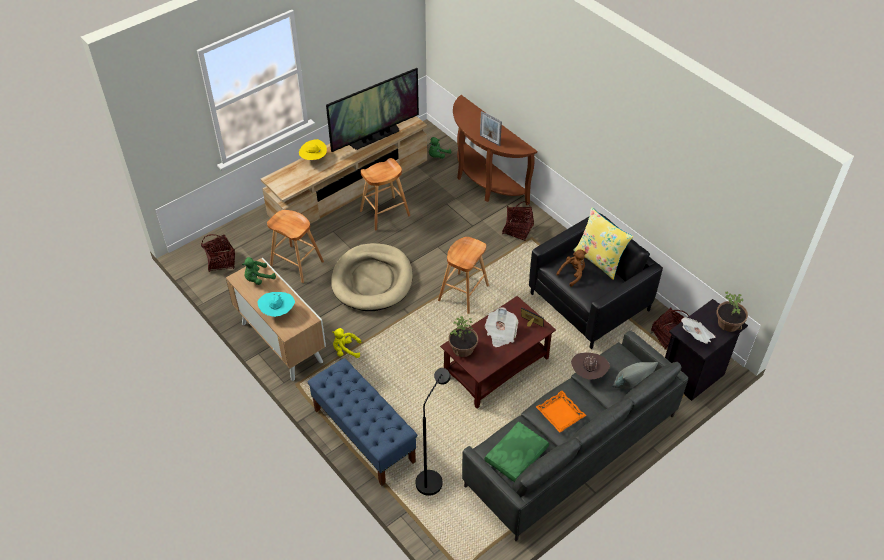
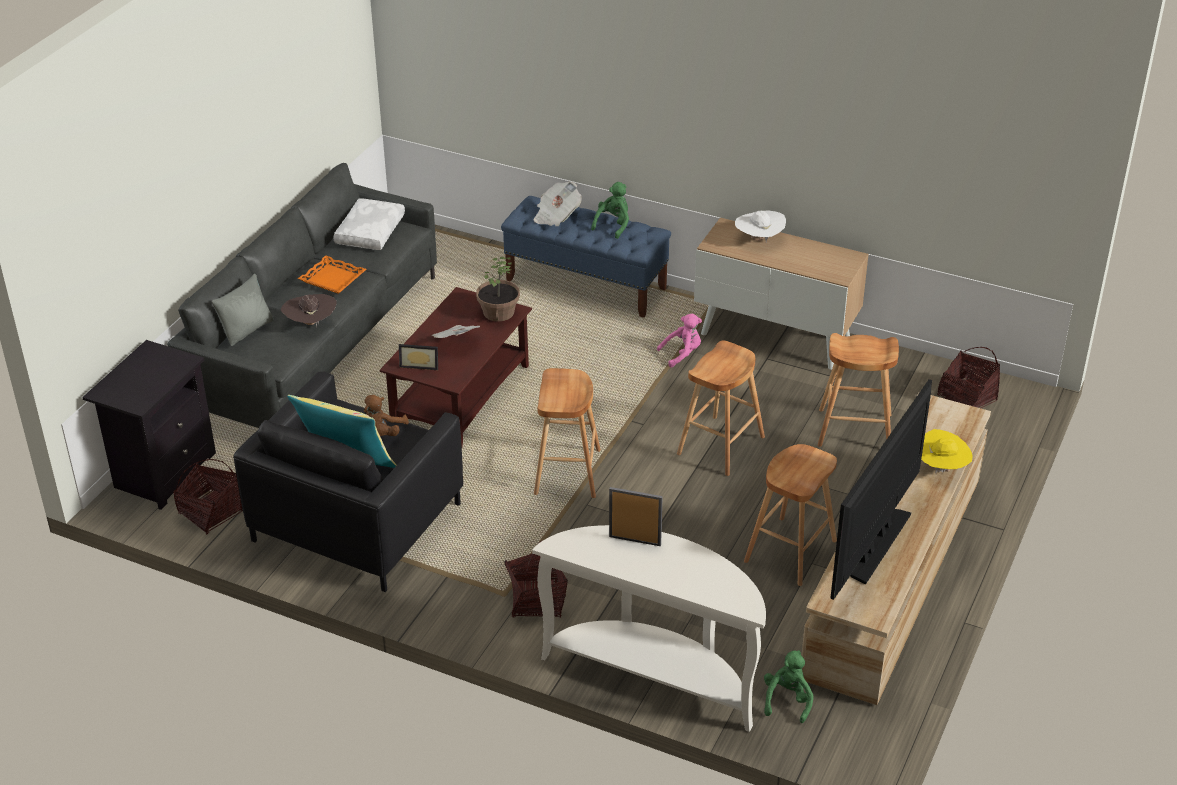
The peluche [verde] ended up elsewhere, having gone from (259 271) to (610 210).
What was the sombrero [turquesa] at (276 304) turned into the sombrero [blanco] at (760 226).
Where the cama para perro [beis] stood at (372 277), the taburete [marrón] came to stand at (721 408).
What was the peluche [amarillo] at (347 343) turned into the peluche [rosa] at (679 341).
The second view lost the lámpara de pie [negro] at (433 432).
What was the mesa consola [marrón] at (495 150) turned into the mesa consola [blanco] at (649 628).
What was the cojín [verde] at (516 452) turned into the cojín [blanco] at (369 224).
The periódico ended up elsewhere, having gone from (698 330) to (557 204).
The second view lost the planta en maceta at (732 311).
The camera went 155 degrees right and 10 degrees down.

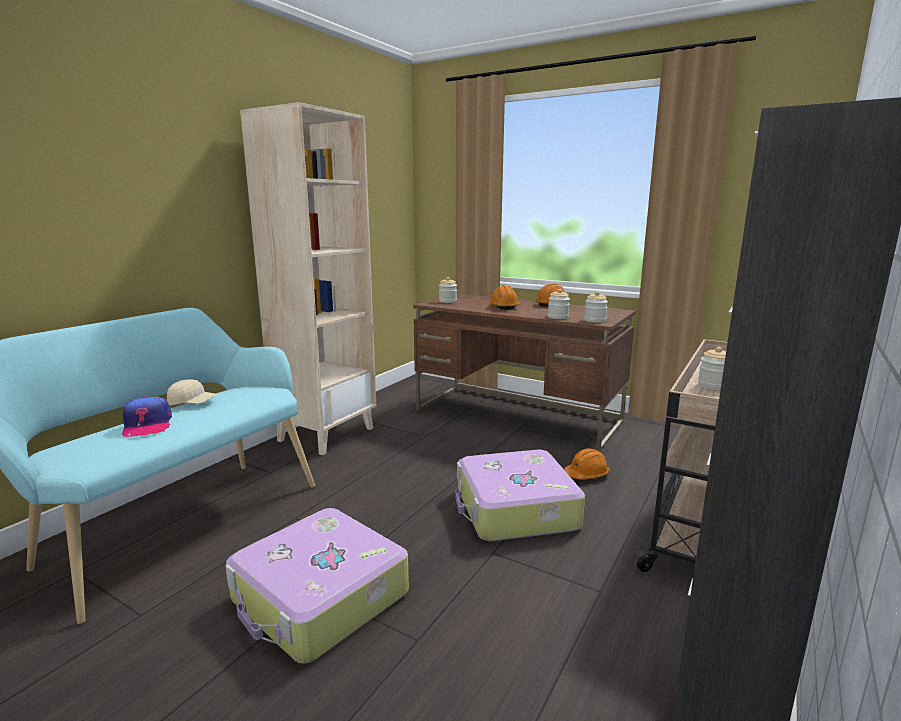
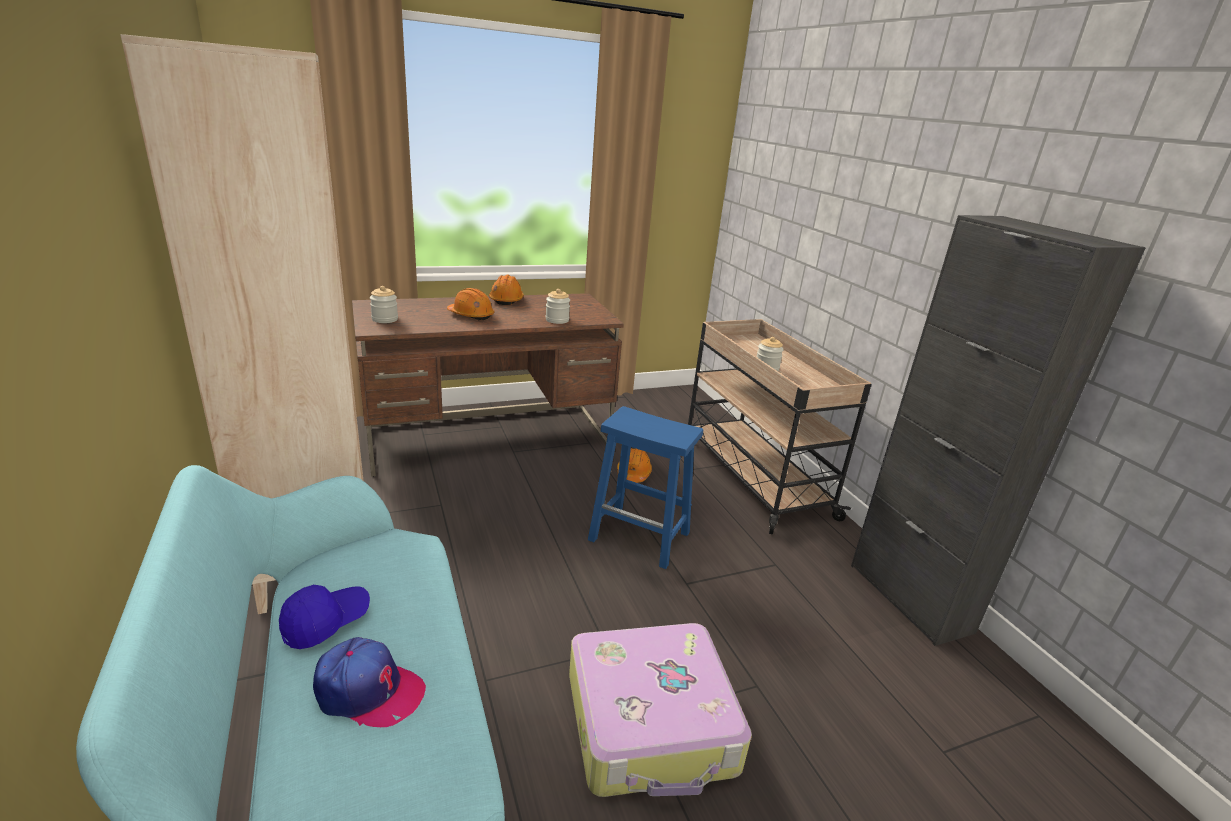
What was the gorra [beis] at (192 392) turned into the gorra [azul] at (324 617).
Where the maleta stood at (520 495), the taburete [azul] came to stand at (645 487).
The second view lost the tarro at (596 306).
The camera went 55 degrees left and 10 degrees up.

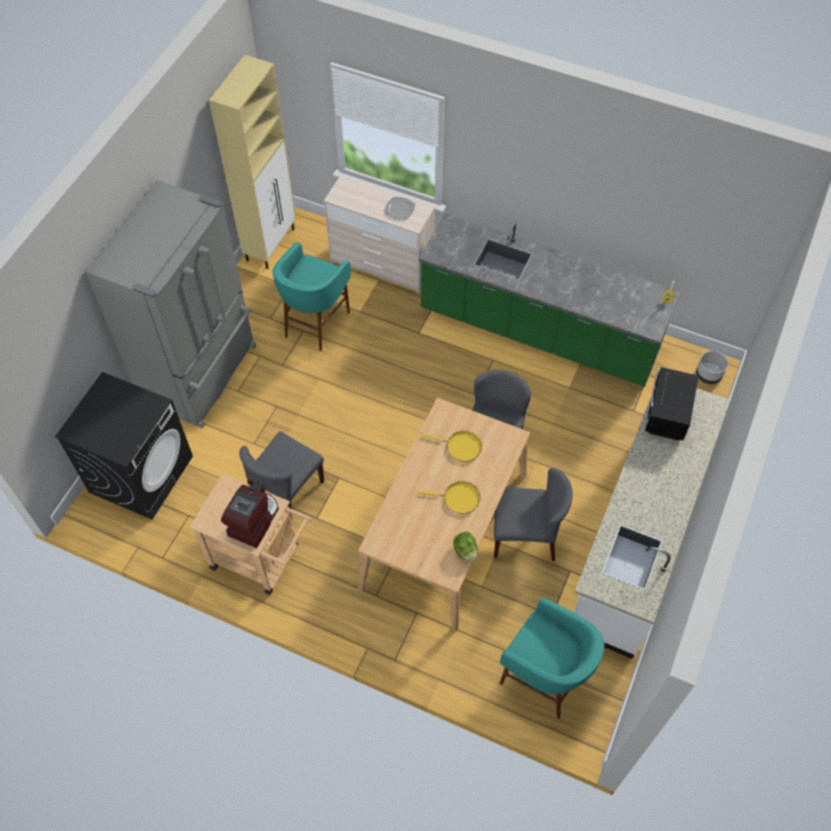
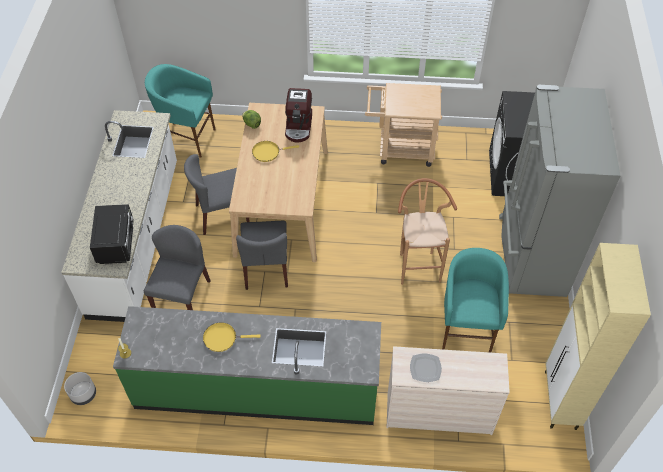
The cafetera ended up elsewhere, having gone from (250 514) to (298 115).
The silla [gris] ended up elsewhere, having gone from (281 475) to (177 267).
The sartén [amarillo] ended up elsewhere, having gone from (452 446) to (232 337).
The second view gained the taburete [marrón] at (427 231).
The camera went 160 degrees right and 5 degrees down.

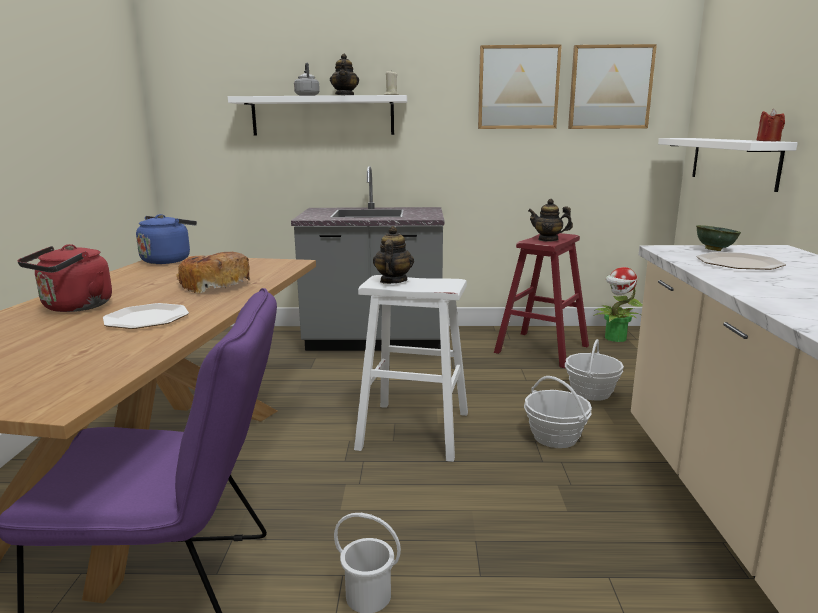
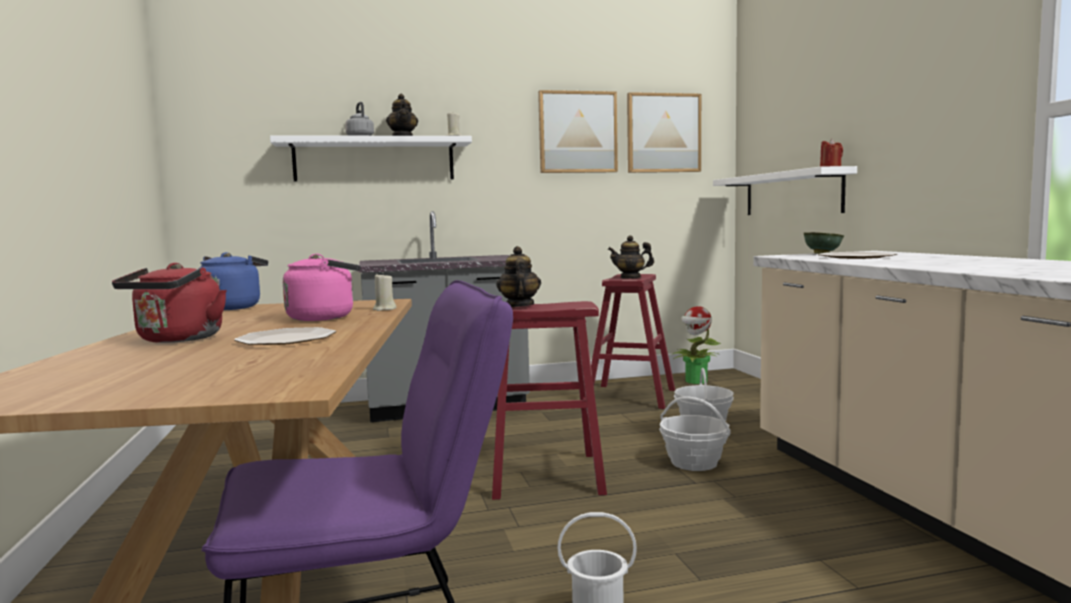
Where the pan stood at (213 272), the hervidor [rosa] came to stand at (322 287).
What was the taburete [blanco] at (411 368) turned into the taburete [rojo] at (549 400).
The second view gained the vela [beis] at (384 291).
The camera went 15 degrees left and 10 degrees down.

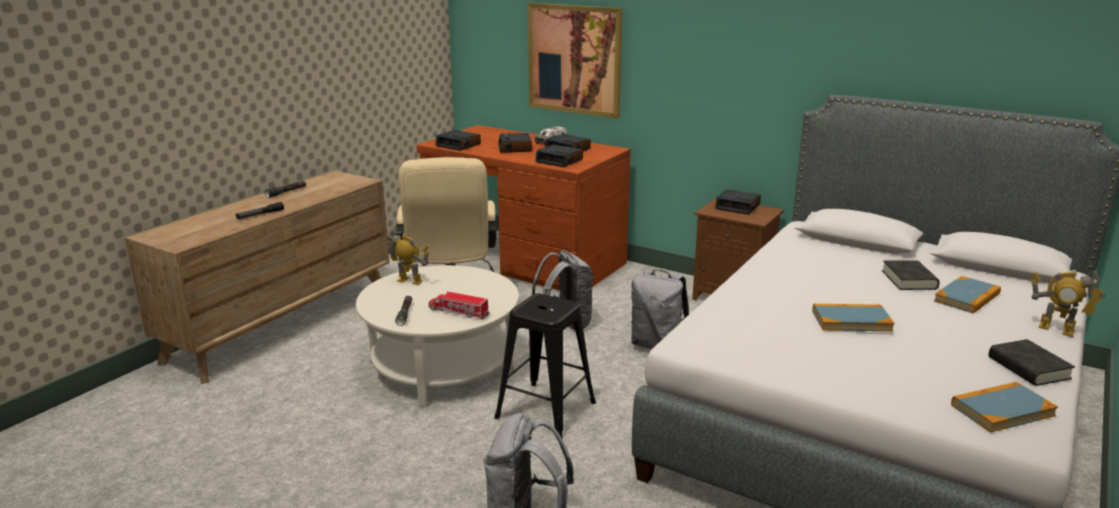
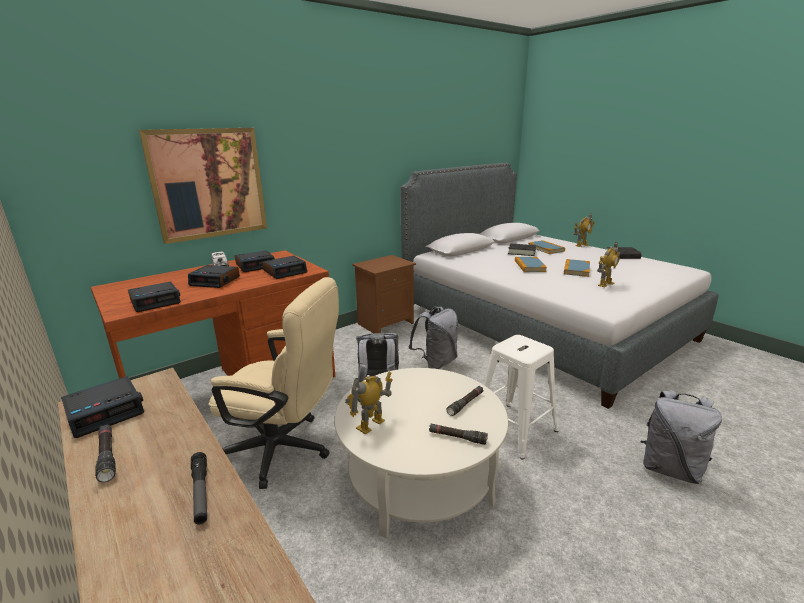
Where the camión de juguete stood at (459 305), the linterna [negro] came to stand at (465 401).
What was the taburete [negro] at (545 365) turned into the taburete [blanco] at (521 397).
The despertador ended up elsewhere, having gone from (738 202) to (102 407).
The libro ended up elsewhere, having gone from (1004 407) to (531 264).
The second view gained the robot de juguete at (608 264).
The camera went 70 degrees left and 0 degrees up.

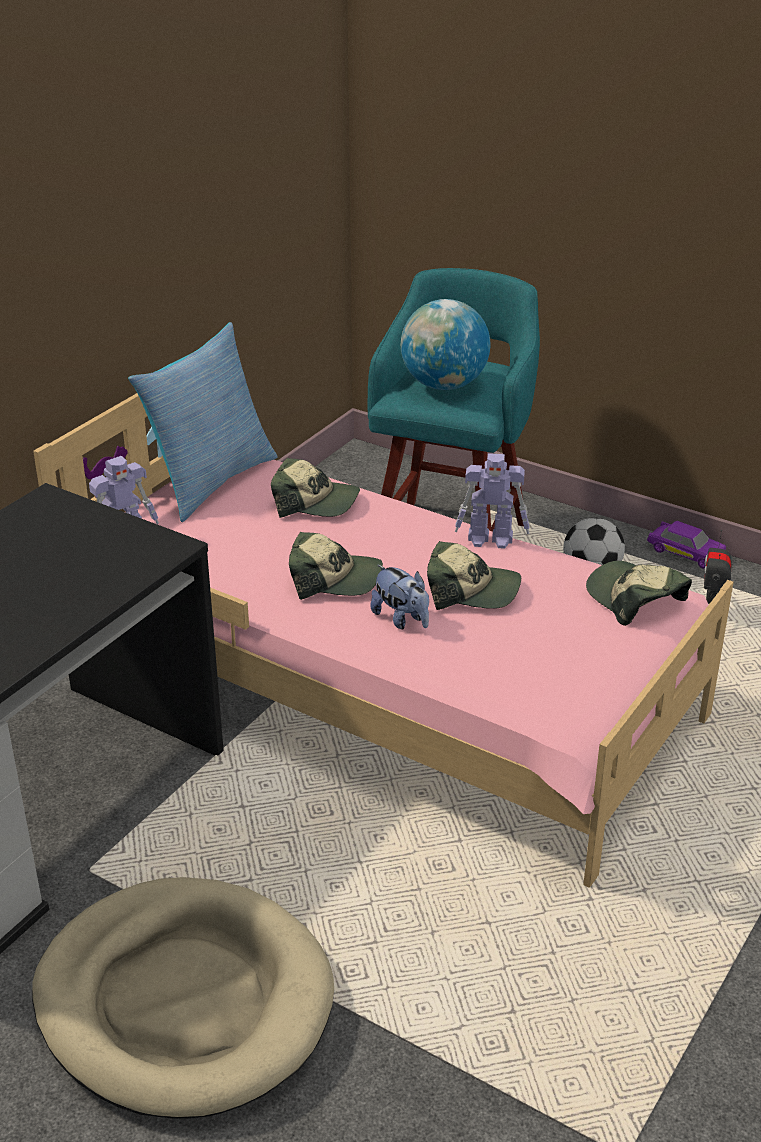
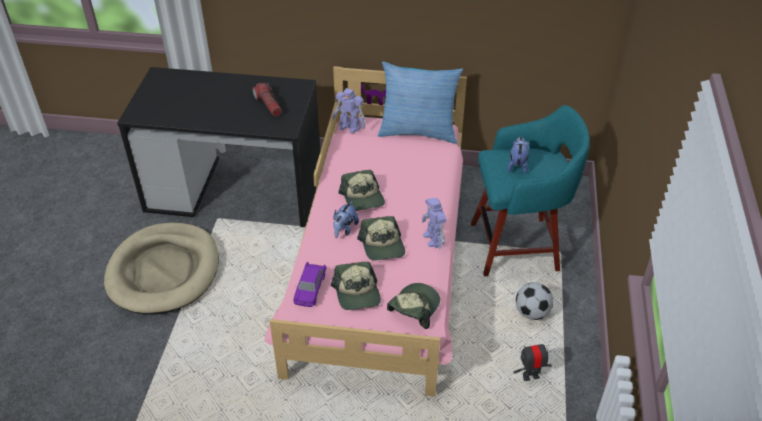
The gorra ended up elsewhere, having gone from (315 488) to (356 286).
Where the globo terráqueo stood at (445 344), the peluche came to stand at (518 155).
The coche de juguete [morado] ended up elsewhere, having gone from (686 545) to (310 284).
The second view gained the linterna at (267 99).
The camera went 65 degrees right and 10 degrees up.

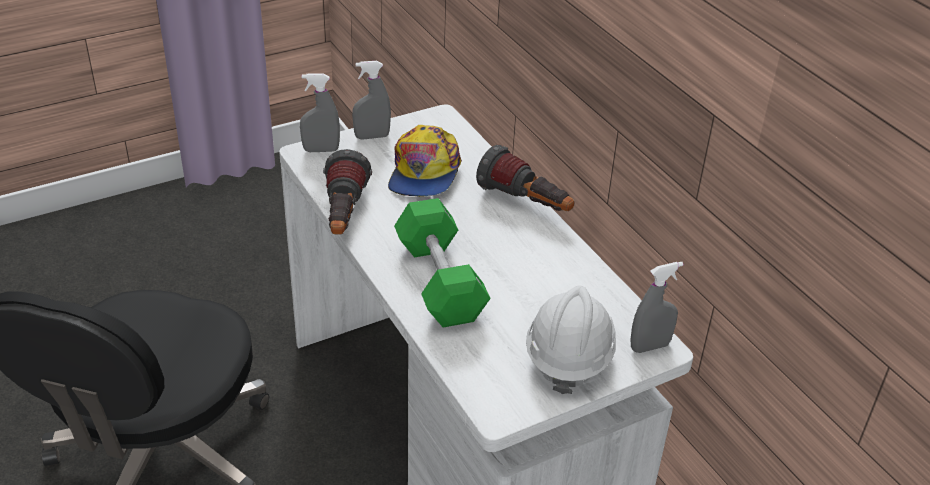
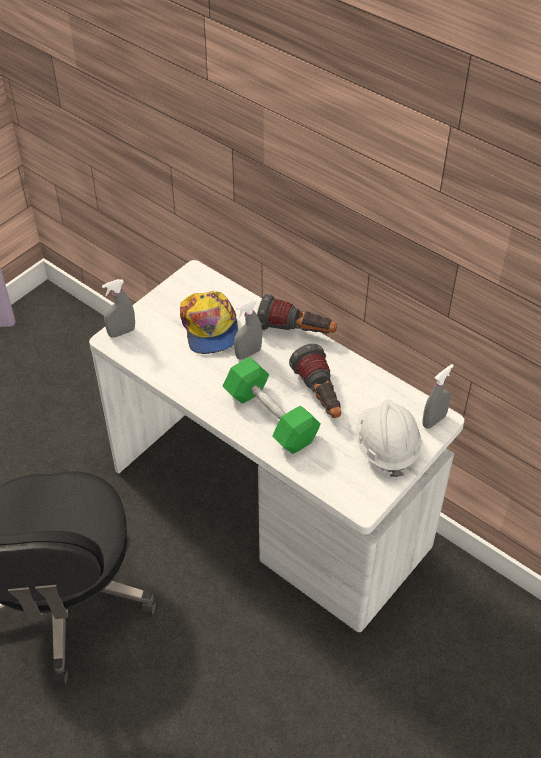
The linterna ended up elsewhere, having gone from (347 192) to (315 381).
The pulverizador [gris] ended up elsewhere, having gone from (371 100) to (248 329).
The camera went 20 degrees left and 10 degrees up.

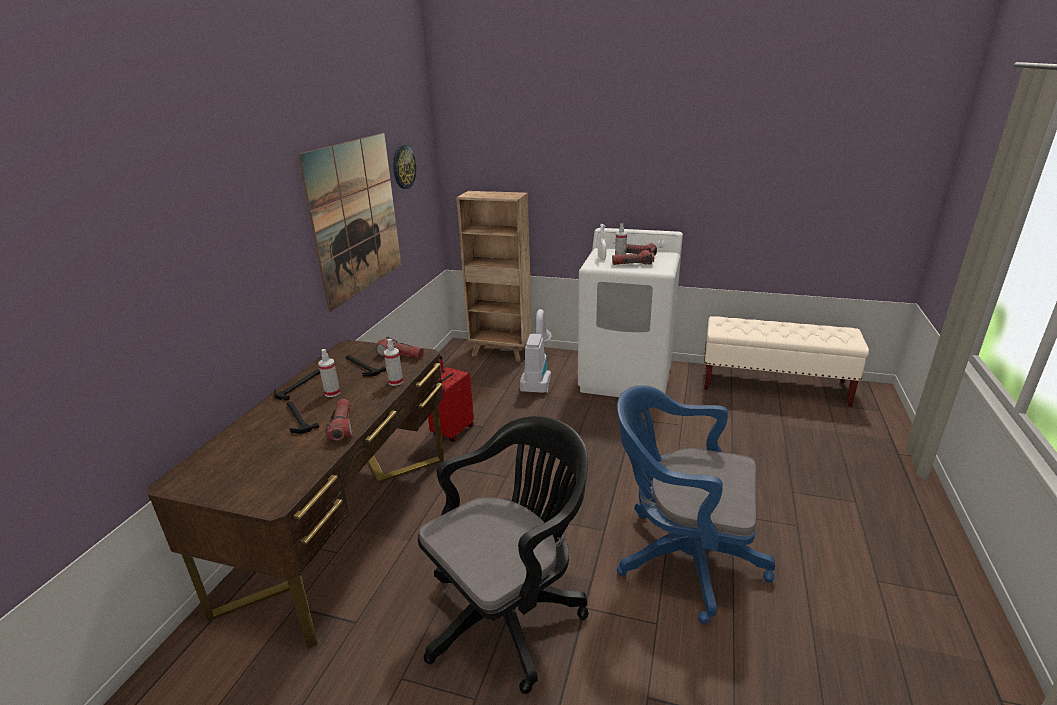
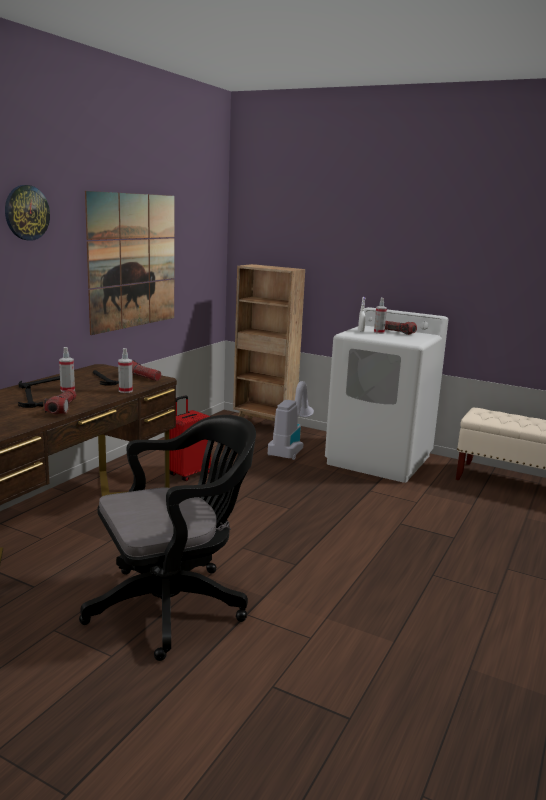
The reloj de pared ended up elsewhere, having gone from (404 167) to (27 213).
The second view lost the linterna at (633 257).
The second view lost the silla de oficina [azul] at (696 504).
The camera went 10 degrees right and 10 degrees down.

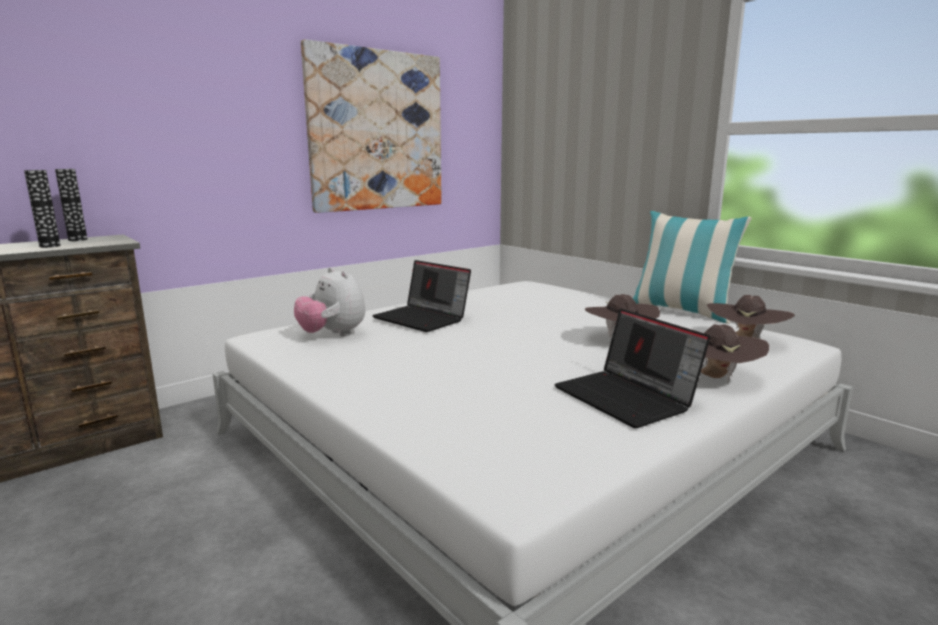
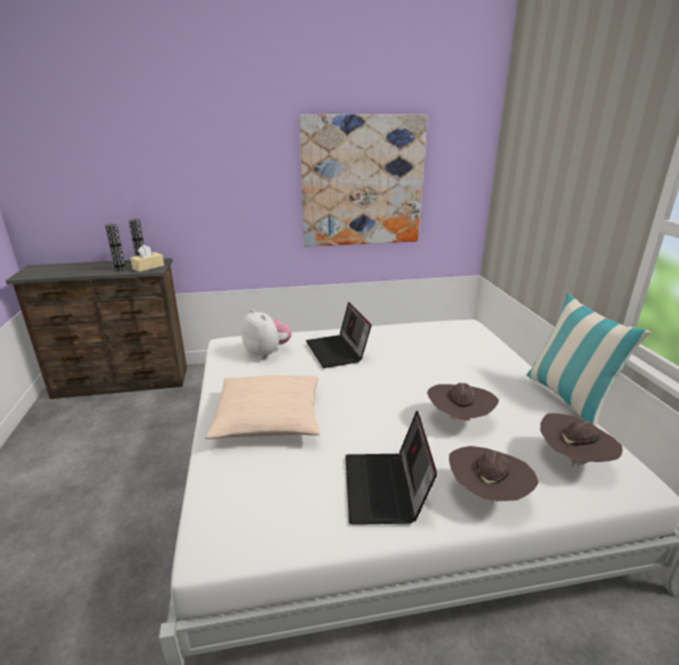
The peluche at (329 301) ended up facing another way, 150 degrees clockwise from before.
The second view gained the caja de pañuelos [beis] at (147 258).
The second view gained the cojín [beis] at (262 407).
The camera went 30 degrees right and 10 degrees up.

